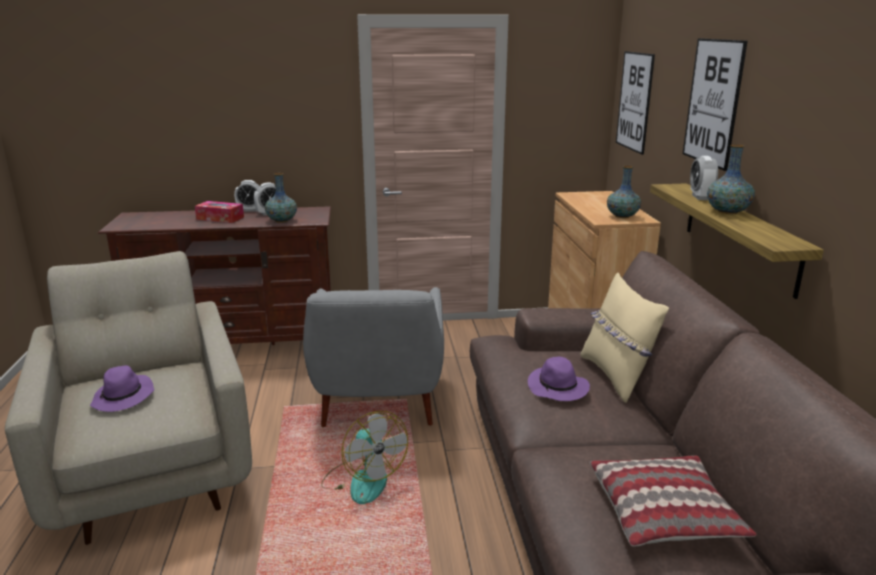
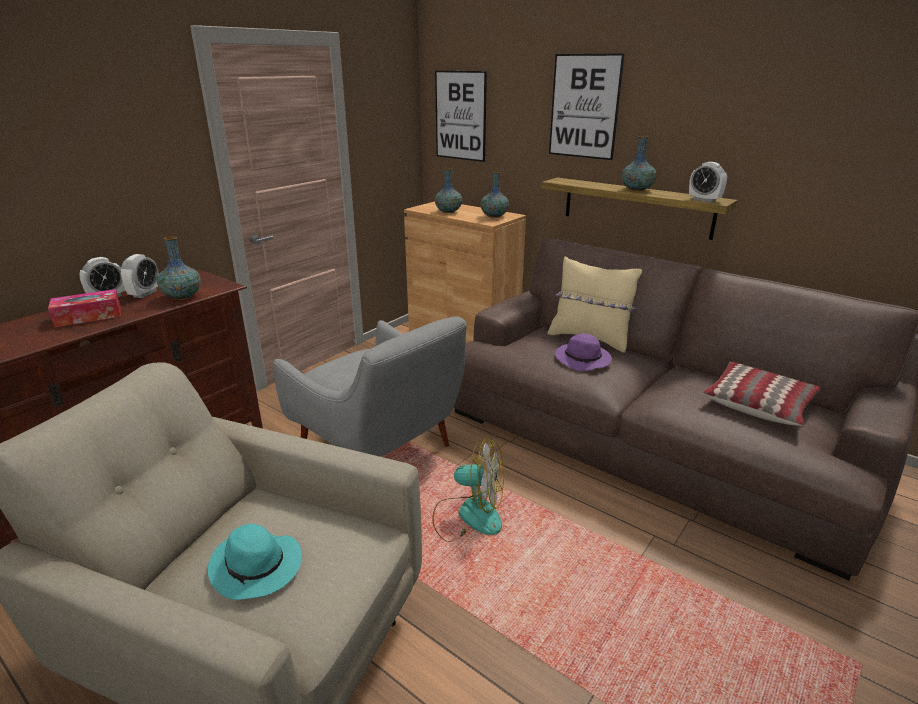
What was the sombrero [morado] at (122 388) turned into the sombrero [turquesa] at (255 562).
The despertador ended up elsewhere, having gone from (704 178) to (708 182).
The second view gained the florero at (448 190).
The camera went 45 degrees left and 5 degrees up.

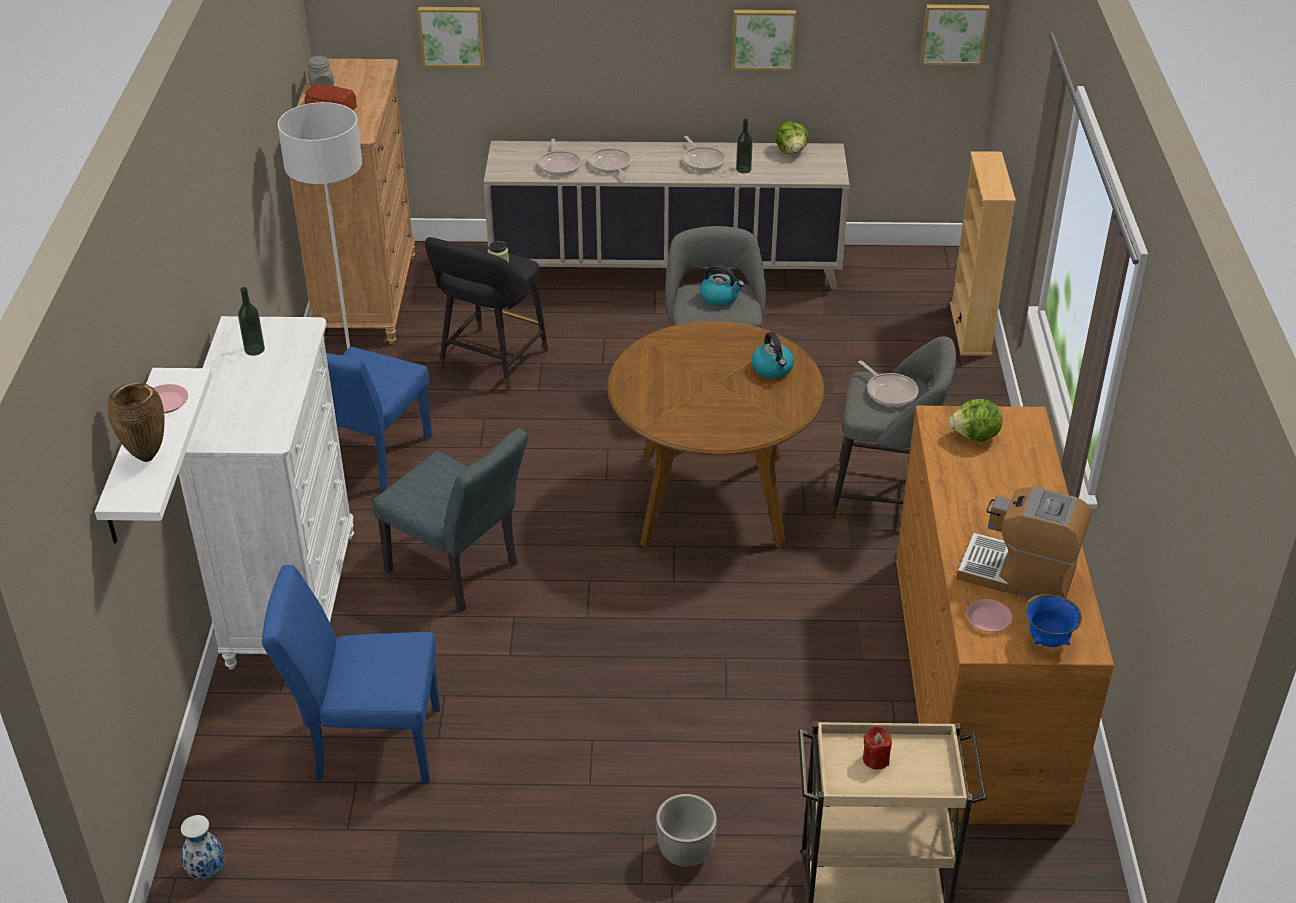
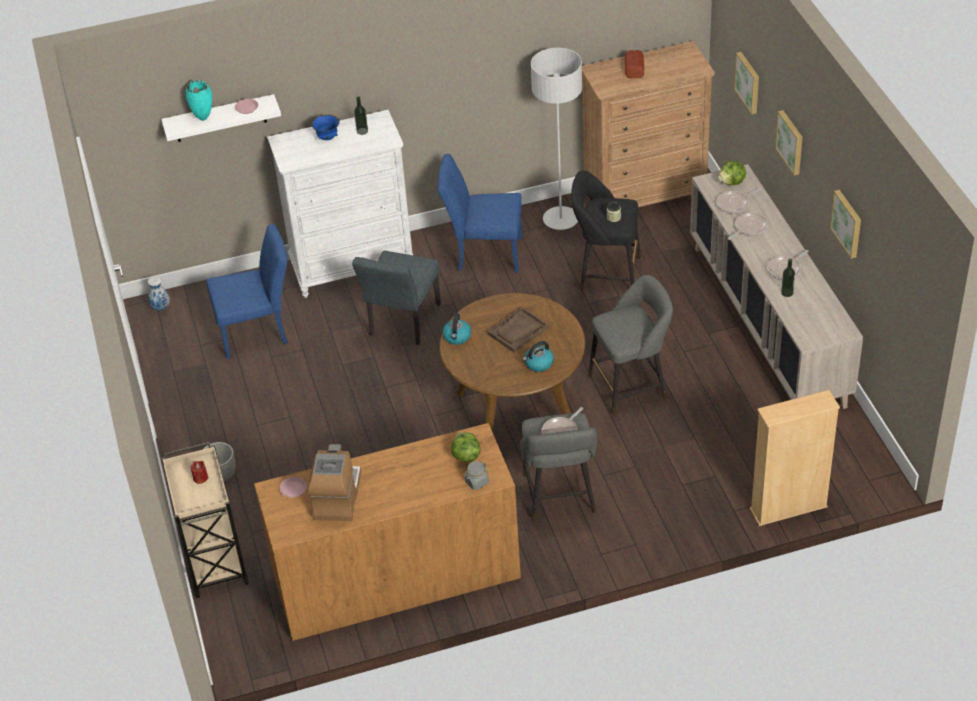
What was the florero [marrón] at (136 422) turned into the florero [turquesa] at (198 100).
The silla [azul] at (351 674) ended up facing another way, 90 degrees clockwise from before.
The tarro [gris] ended up elsewhere, having gone from (321 71) to (476 475).
The hervidor ended up elsewhere, having gone from (722 285) to (457 329).
The lechuga ended up elsewhere, having gone from (791 137) to (732 173).
The cuadro ended up elsewhere, having gone from (955 35) to (789 142).
The cuenco [azul] ended up elsewhere, having gone from (1054 620) to (326 127).
The second view gained the bandeja [marrón] at (518 330).
The camera went 75 degrees right and 5 degrees up.

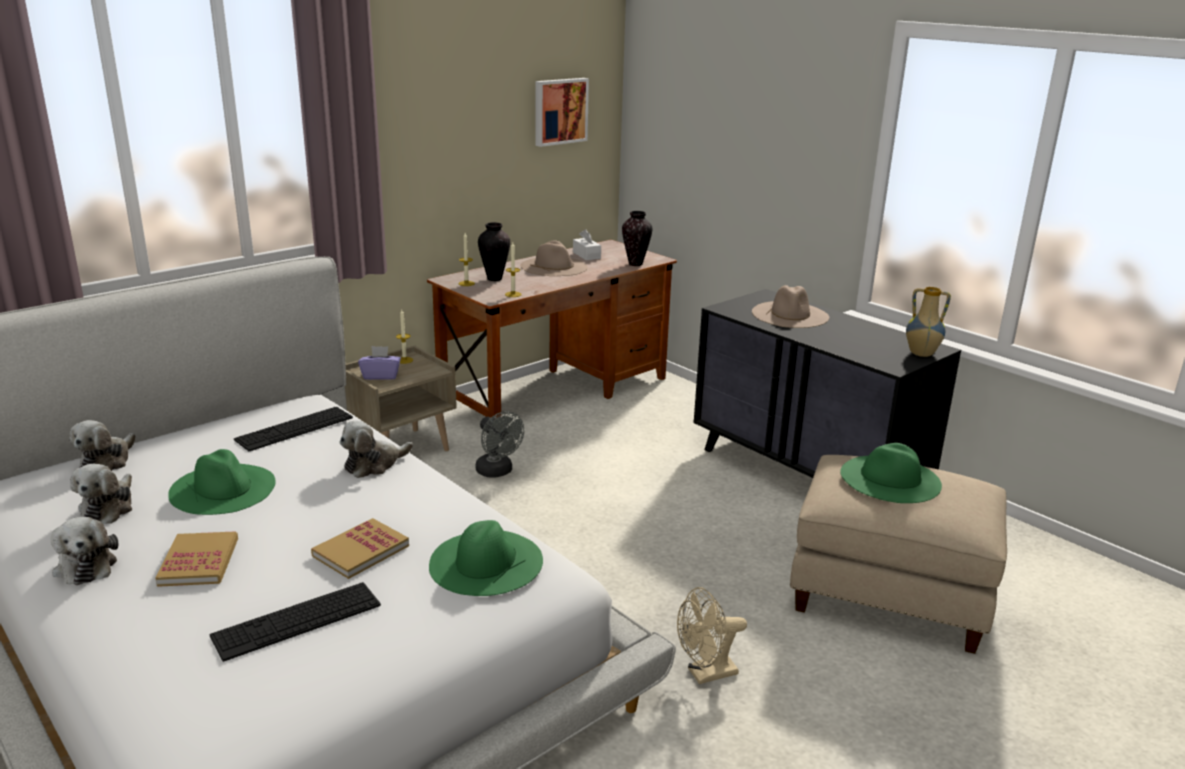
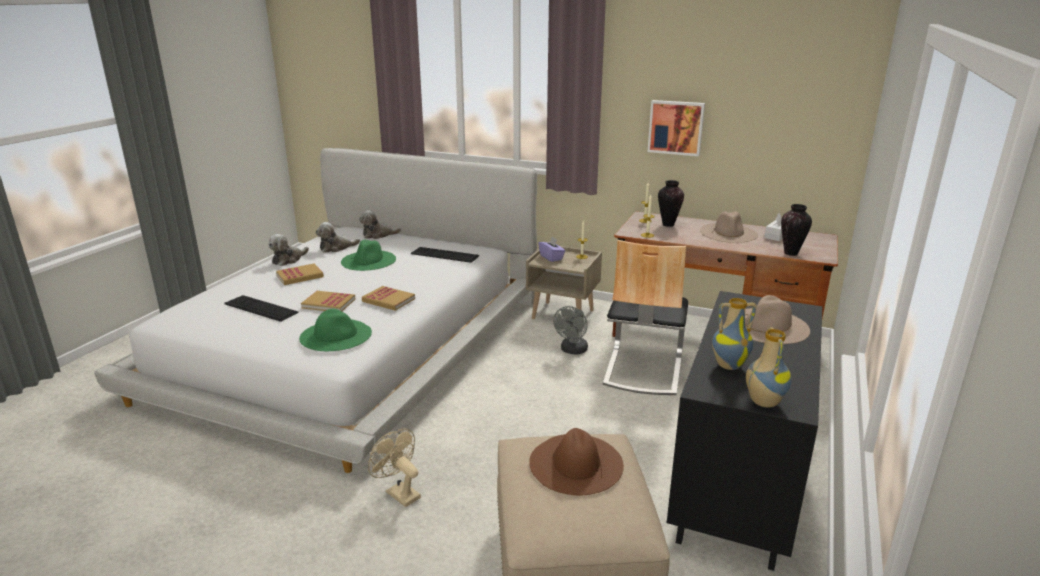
The second view lost the peluche at (376 449).
The cuadro ended up elsewhere, having gone from (562 112) to (676 128).
What was the sombrero [verde] at (891 473) turned into the sombrero [marrón] at (576 461).
The second view gained the libro at (388 298).
The second view gained the silla at (645 317).
The second view gained the florero at (734 334).
The camera went 65 degrees right and 0 degrees up.

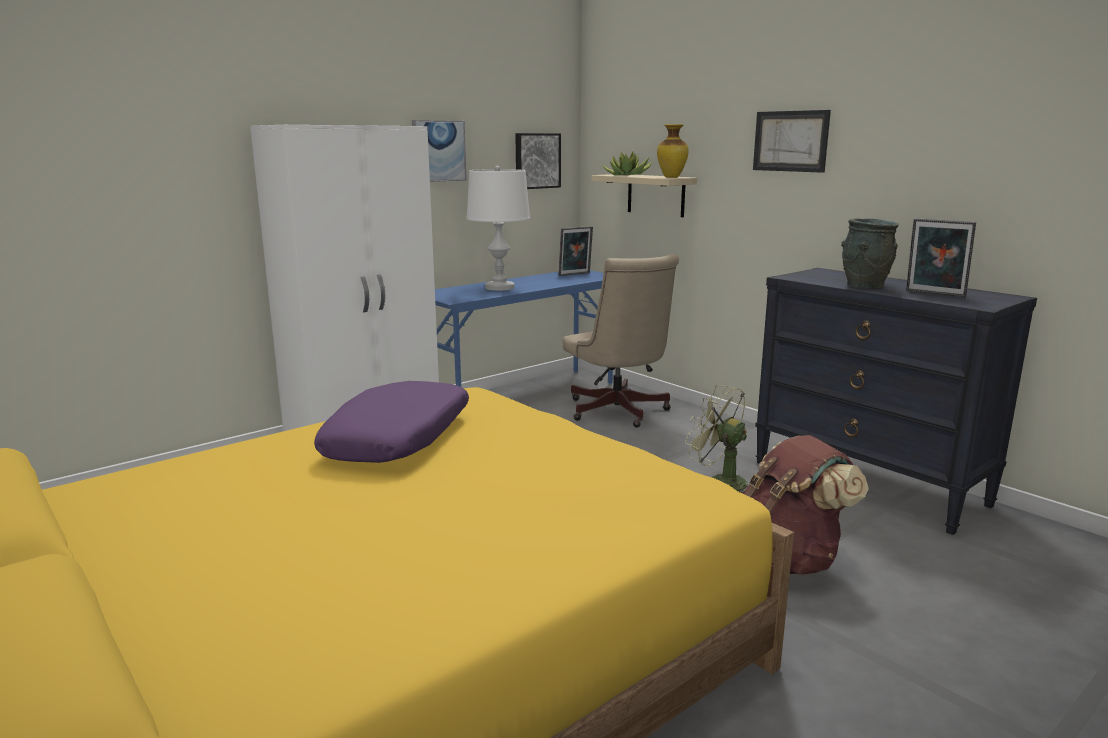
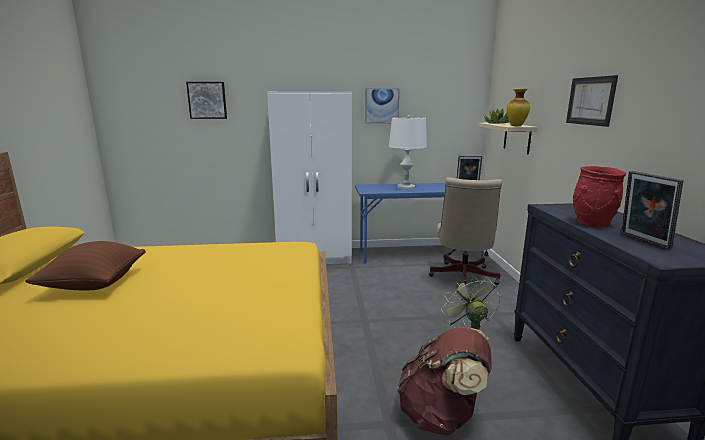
The second view lost the cojín [morado] at (391 422).
The cuadro ended up elsewhere, having gone from (538 161) to (206 100).
What was the florero [gris] at (870 253) turned into the florero [rojo] at (600 196).
The second view gained the cojín [marrón] at (85 265).
The camera went 35 degrees right and 0 degrees up.

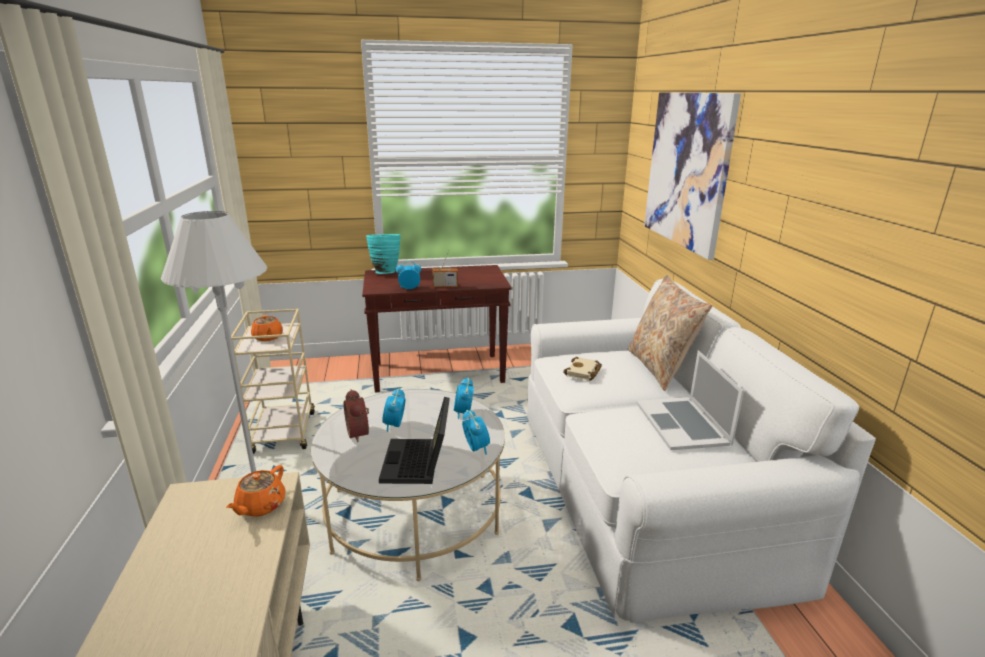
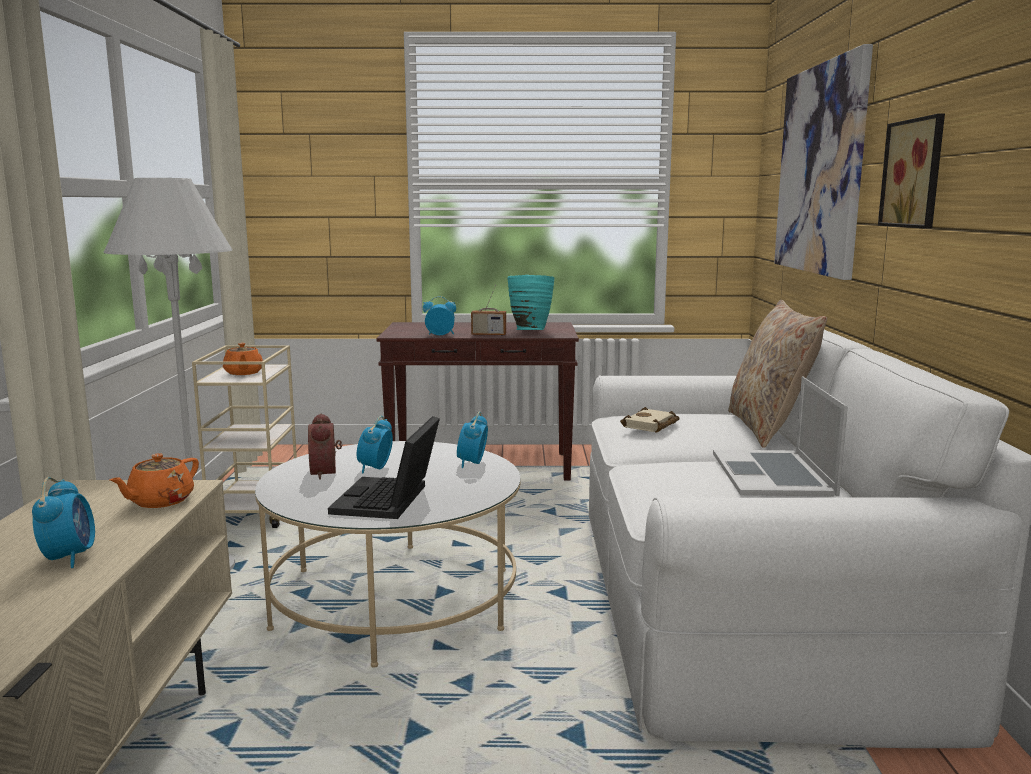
The florero [turquesa] ended up elsewhere, having gone from (383 254) to (530 302).
The despertador ended up elsewhere, having gone from (476 432) to (63 522).
The second view gained the cuadro at (911 171).
The camera went 10 degrees right and 10 degrees down.

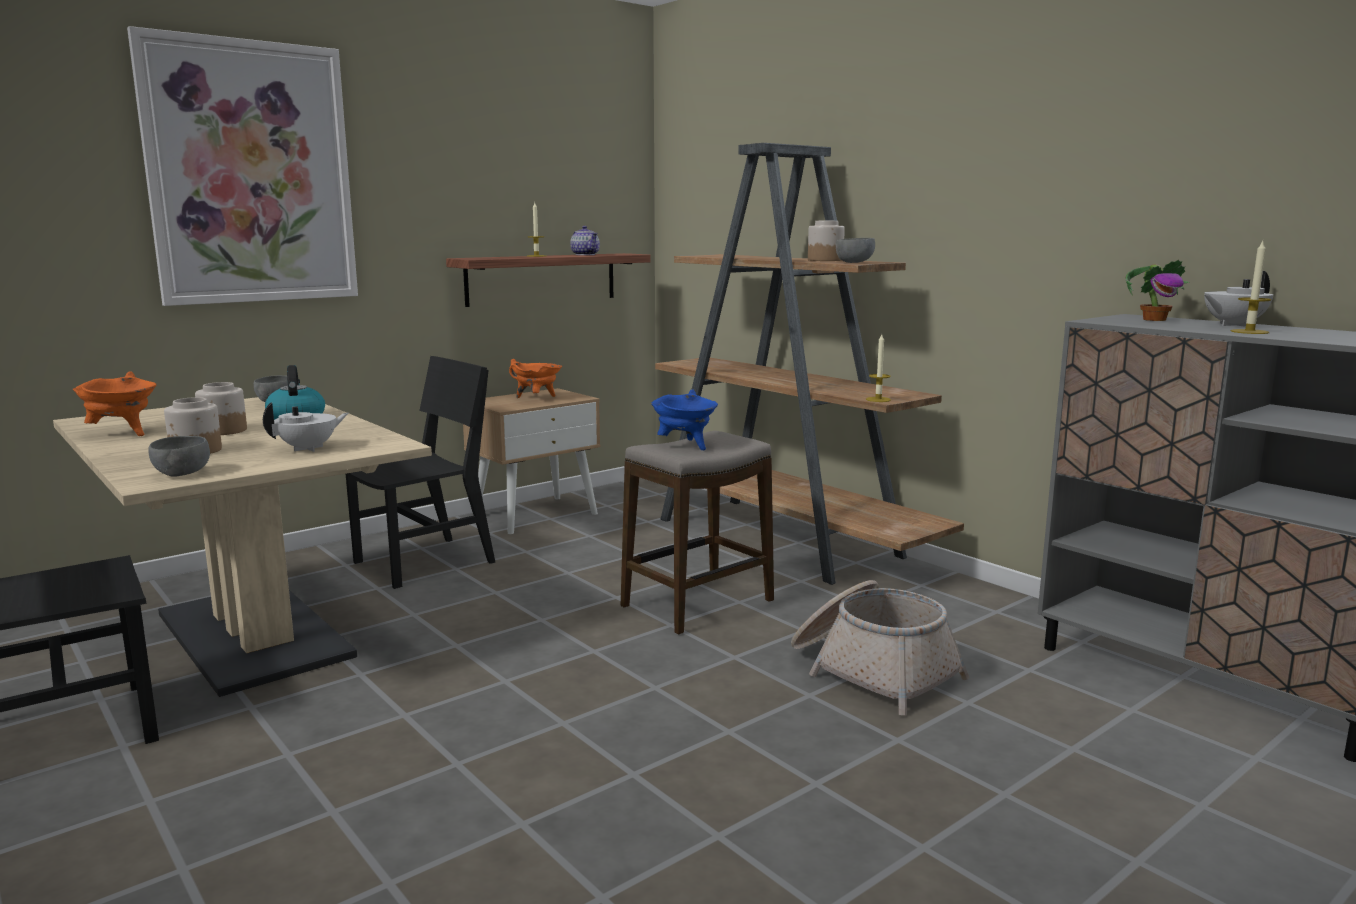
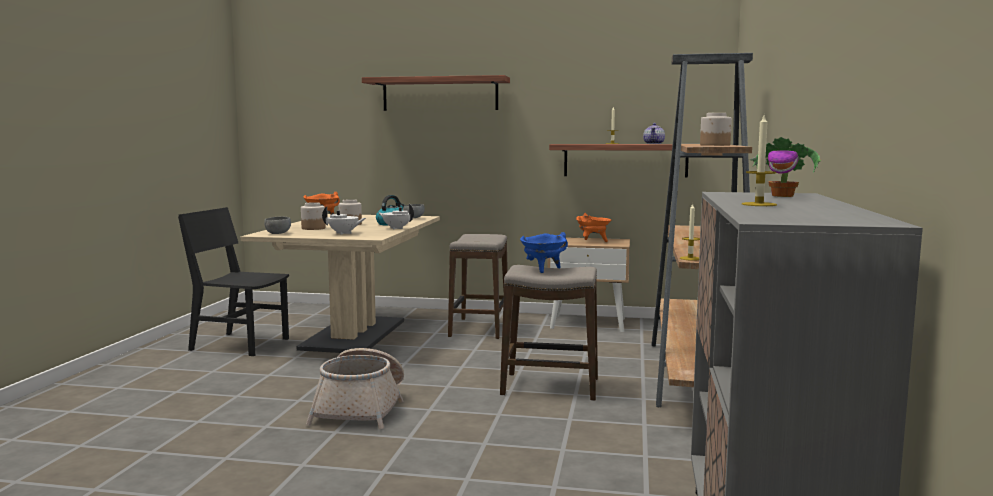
Where the cuadro hung at (242 166), the estante came to hang at (436 93).
Where the silla [negro] stood at (420 472), the taburete came to stand at (478 286).
The cesta ended up elsewhere, having gone from (880 647) to (355 388).
The second view lost the cuenco [gris] at (855 250).
The tetera [blanco] ended up elsewhere, having gone from (1238 299) to (396 216).
The camera went 50 degrees right and 5 degrees down.

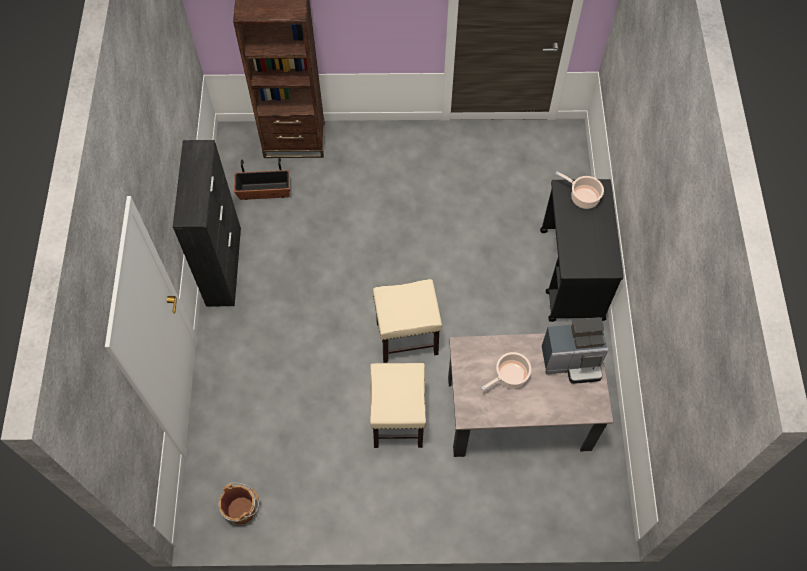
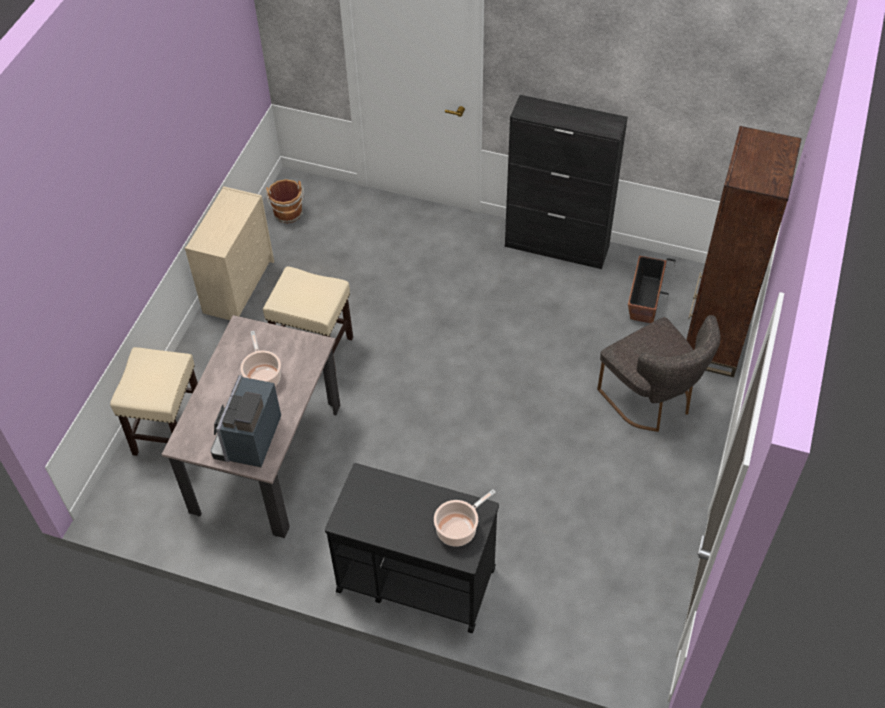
The taburete [beis] ended up elsewhere, having gone from (407 321) to (154 401).
The second view gained the cómoda [beis] at (229 253).
The second view gained the silla [gris] at (659 373).
The camera went 110 degrees right and 10 degrees down.

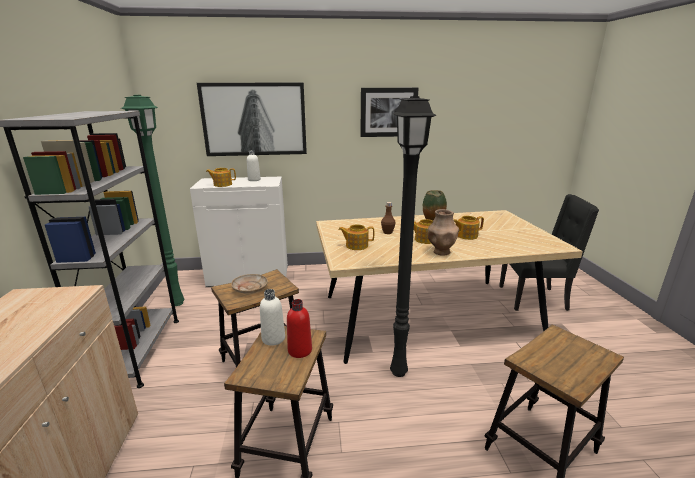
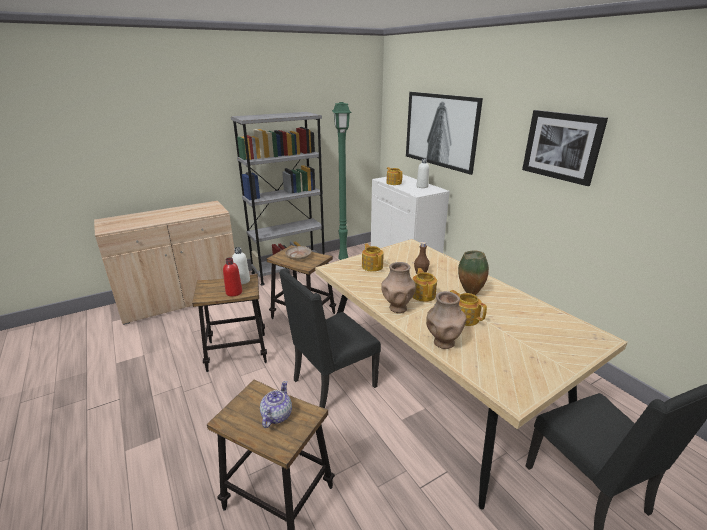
Where the lámpara de pie [negro] stood at (413 236), the silla [negro] came to stand at (330 338).
The second view gained the tetera at (276 404).
The second view gained the florero [marrón] at (446 320).
The camera went 65 degrees right and 5 degrees up.

